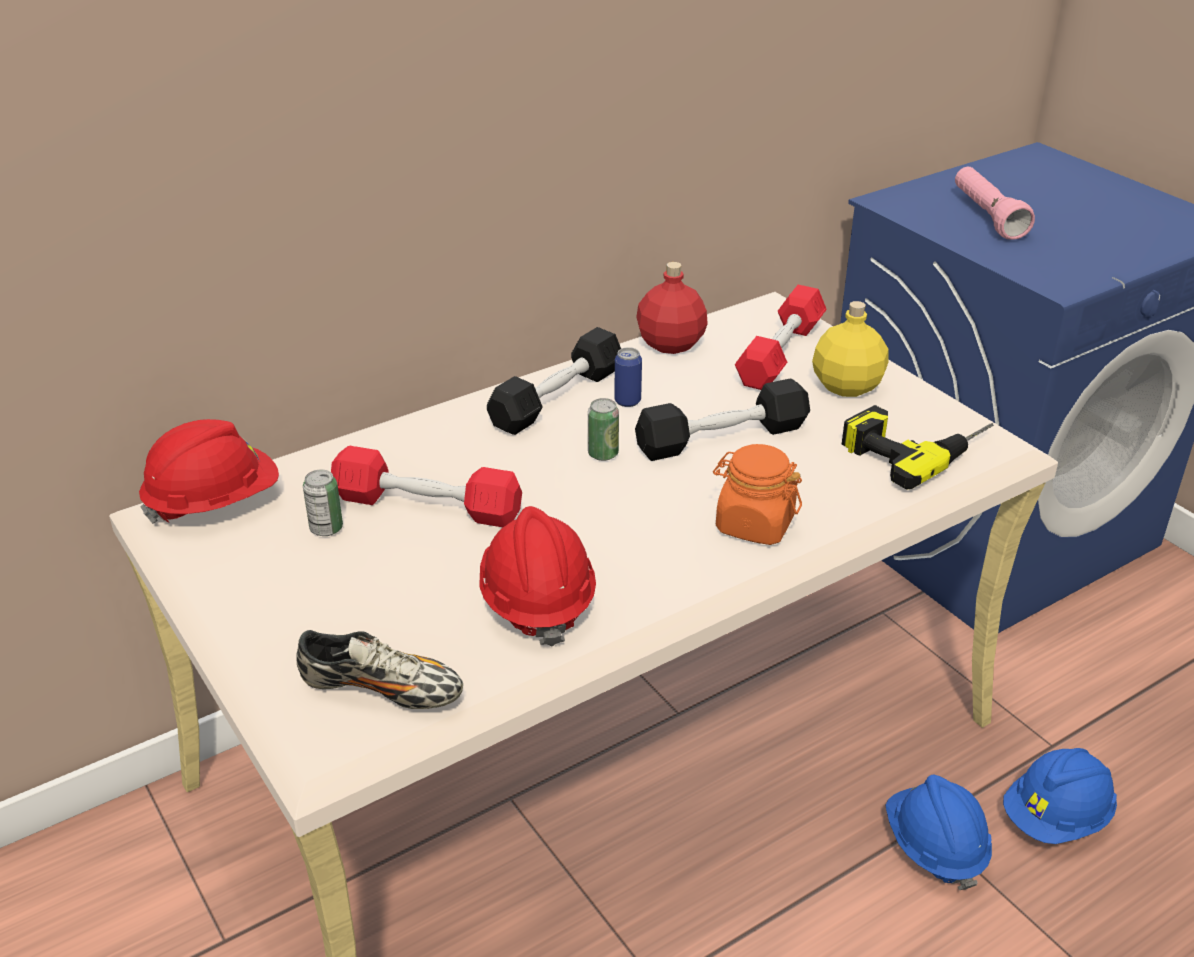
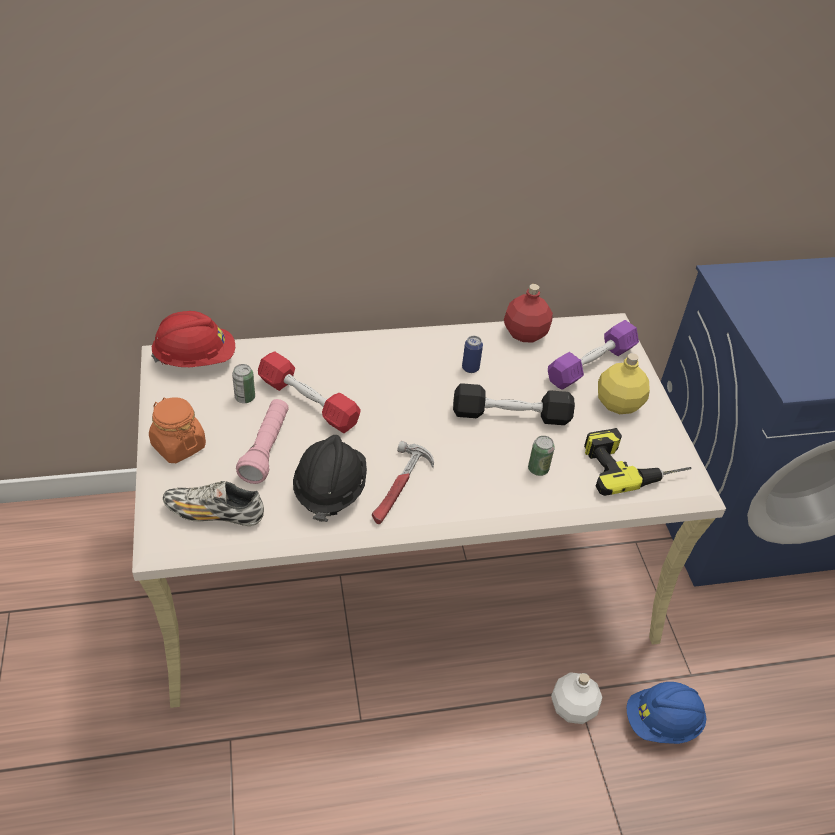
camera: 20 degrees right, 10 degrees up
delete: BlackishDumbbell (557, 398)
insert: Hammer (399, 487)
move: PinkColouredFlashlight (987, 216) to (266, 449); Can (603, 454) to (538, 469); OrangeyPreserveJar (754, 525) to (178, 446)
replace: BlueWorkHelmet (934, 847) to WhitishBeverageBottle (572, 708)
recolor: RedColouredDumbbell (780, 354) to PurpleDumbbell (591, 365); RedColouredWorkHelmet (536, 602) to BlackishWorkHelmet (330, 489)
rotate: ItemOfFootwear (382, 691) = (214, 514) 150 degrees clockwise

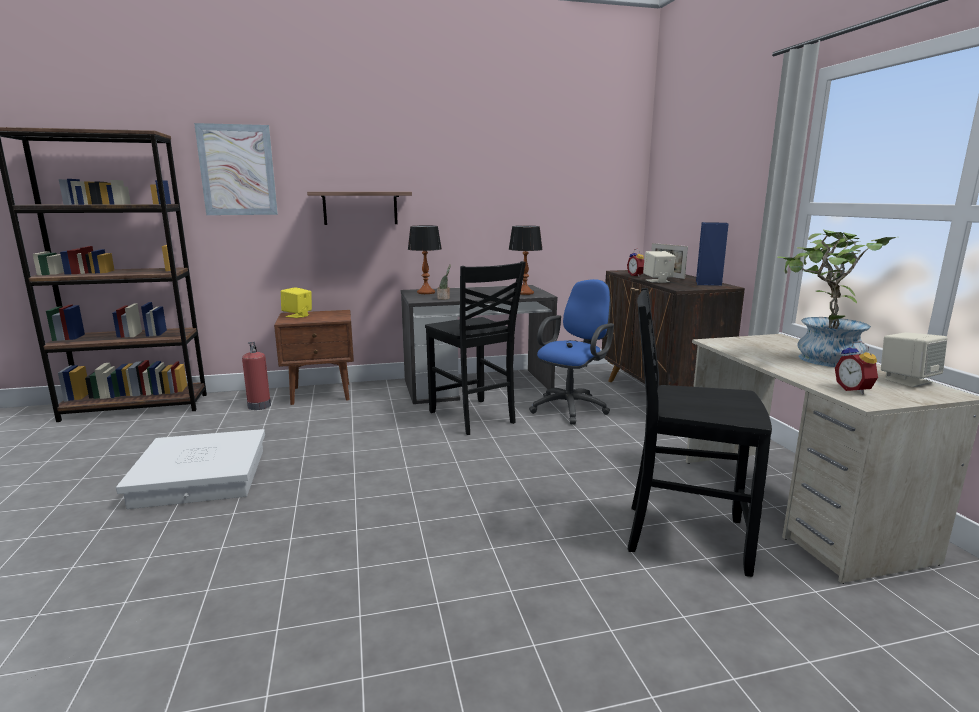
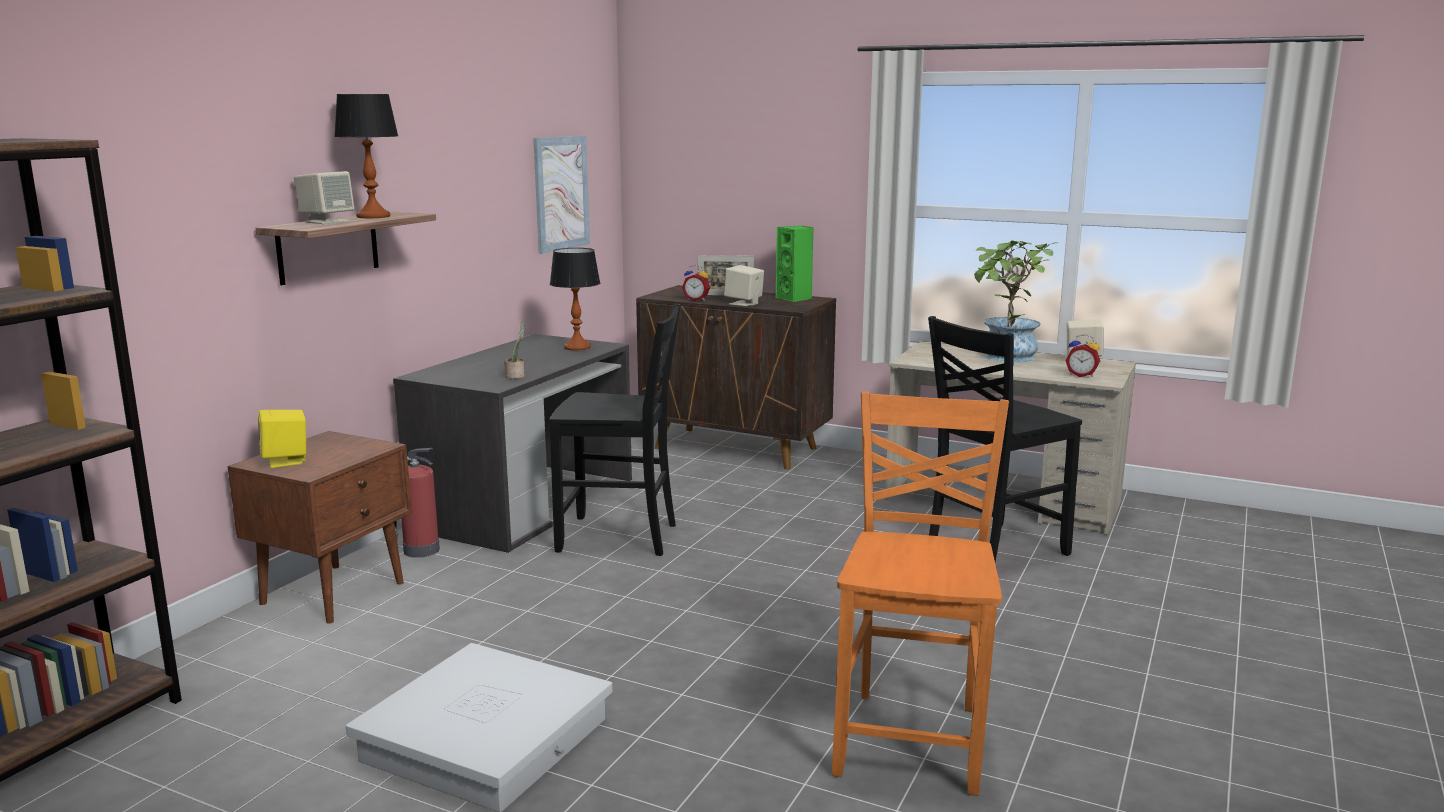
camera: 50 degrees left, 0 degrees up
delete: BlueOfficeChair (572, 408)
insert: BeigeSpeaker (326, 221); OrangeyChair (913, 739)
move: WallArt (237, 170) to (561, 193); TabletopLamp (426, 292) to (374, 216); Extinguisher (259, 405) to (420, 550)
recolor: BlueSpeaker (708, 283) to GreenSpeaker (795, 298)

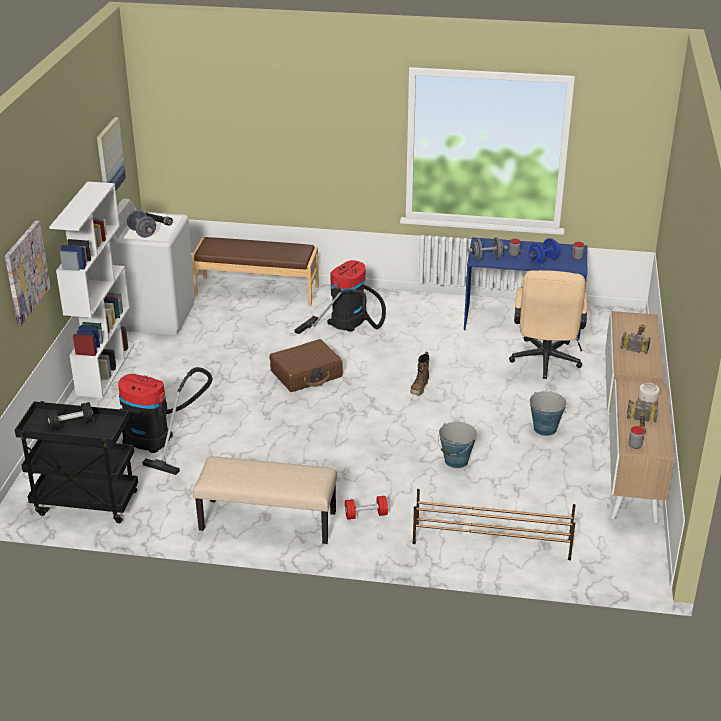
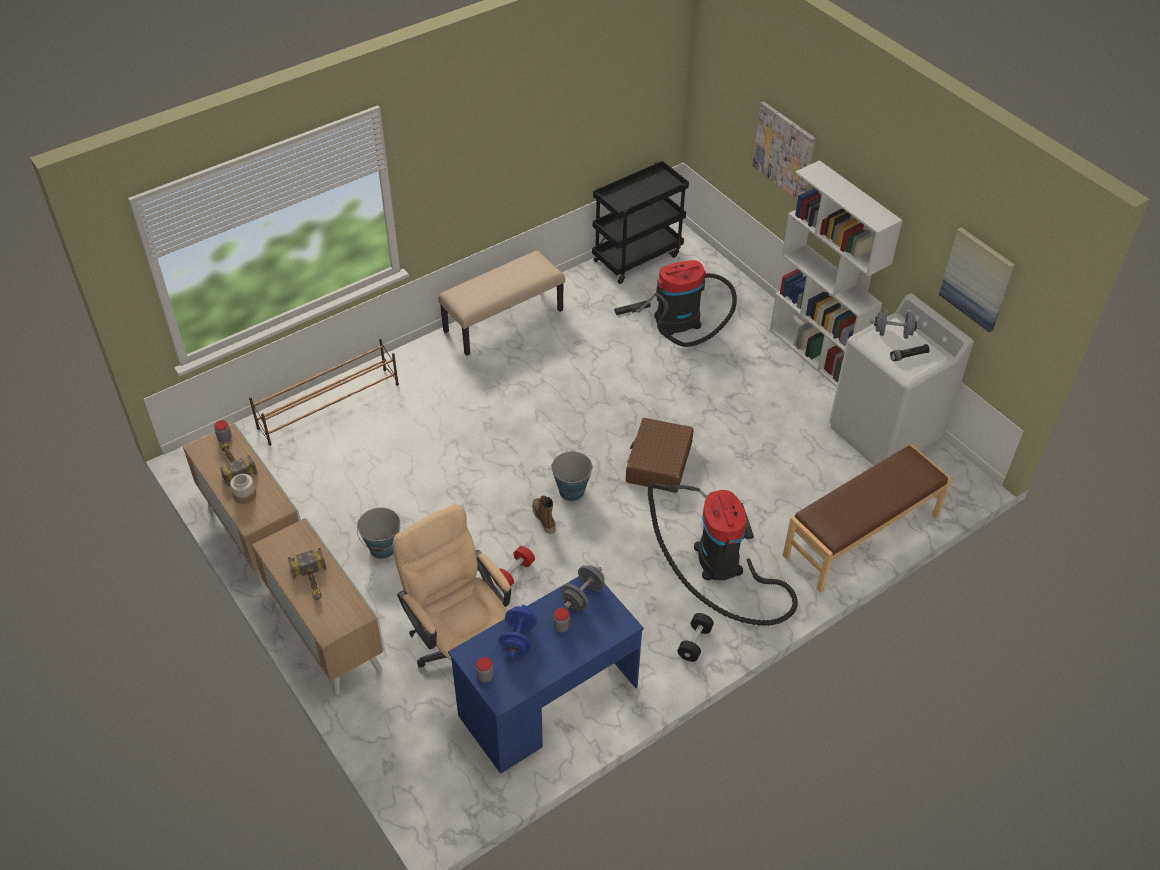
camera: 135 degrees right, 15 degrees up
move: BlackishDumbbell (71, 424) to (694, 643); Bucket (456, 461) to (571, 491); RedColouredDumbbell (366, 515) to (514, 573)

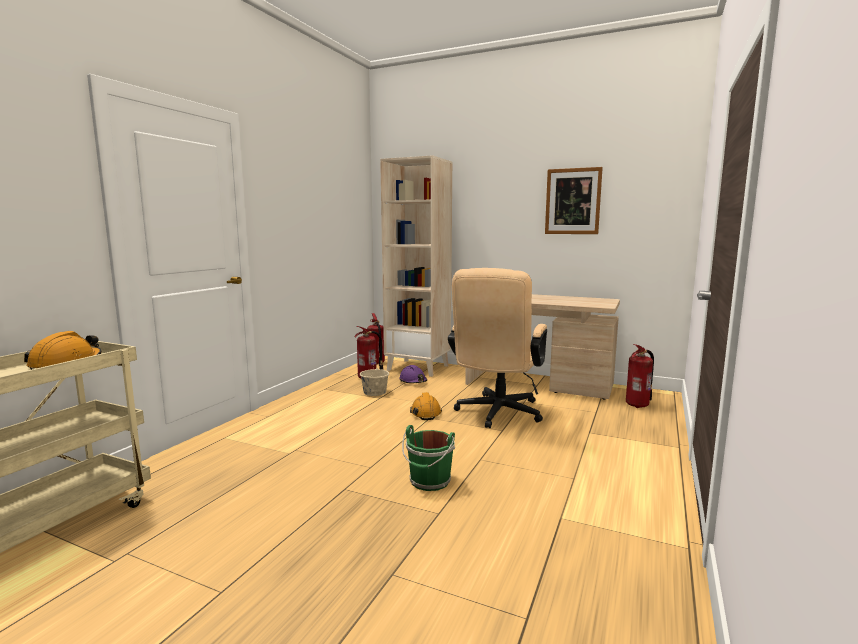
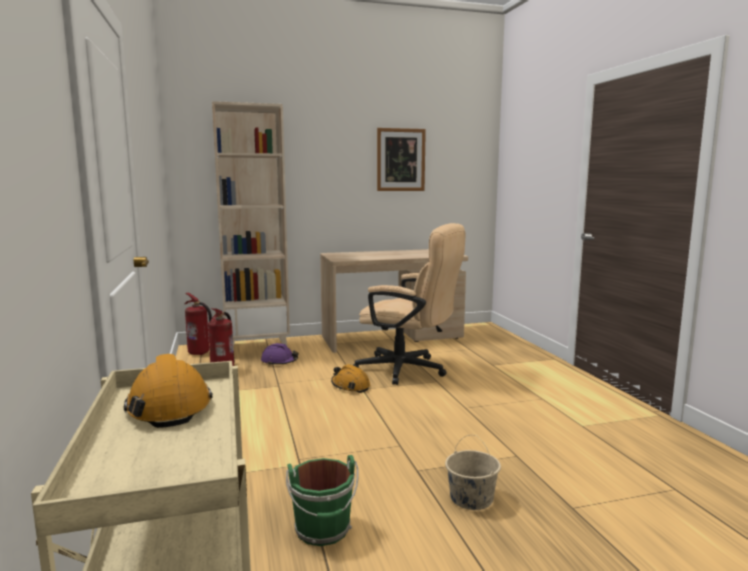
camera: 40 degrees left, 0 degrees up
delete: Extinguisher (638, 405)
move: BeigeBucket (375, 392) to (471, 498); GreenBucket (429, 482) to (323, 530)
rotate: BeigeOfficeChair (496, 414) = (408, 370) 45 degrees counterclockwise

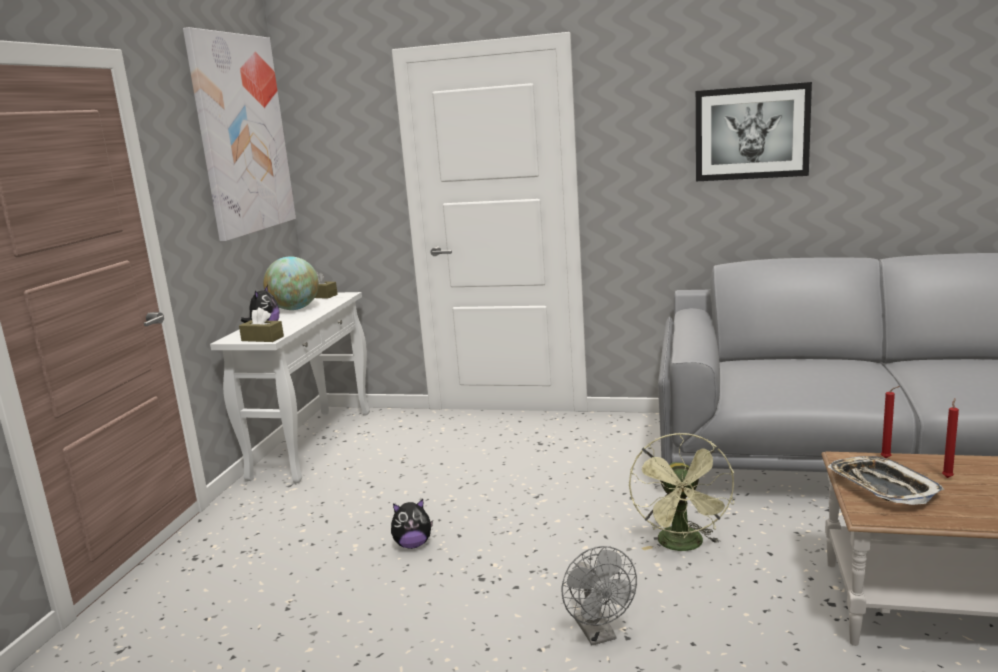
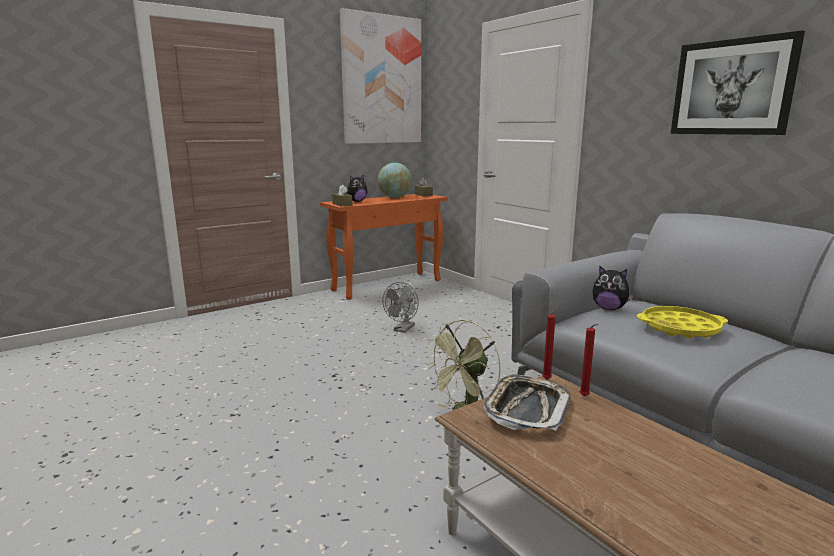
camera: 40 degrees right, 0 degrees up
insert: YellowishTray (680, 328)
move: RedColouredWaxCandle (947, 477) to (548, 379); CuddlyToy (413, 544) to (609, 308); GrayFan (599, 634) to (403, 329)
recolor: WhitishHallTable (313, 443) to OrangeyHallTable (388, 285)

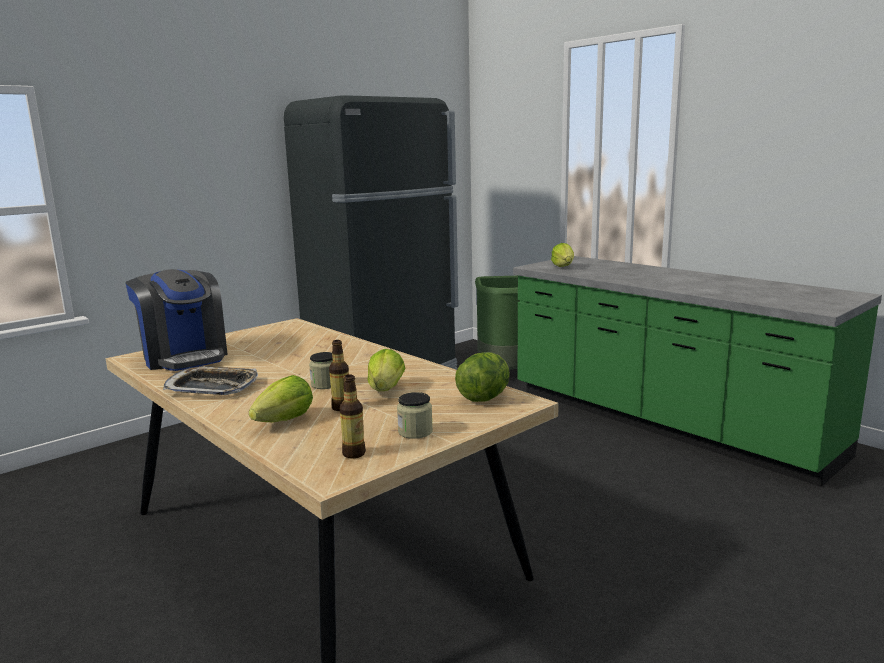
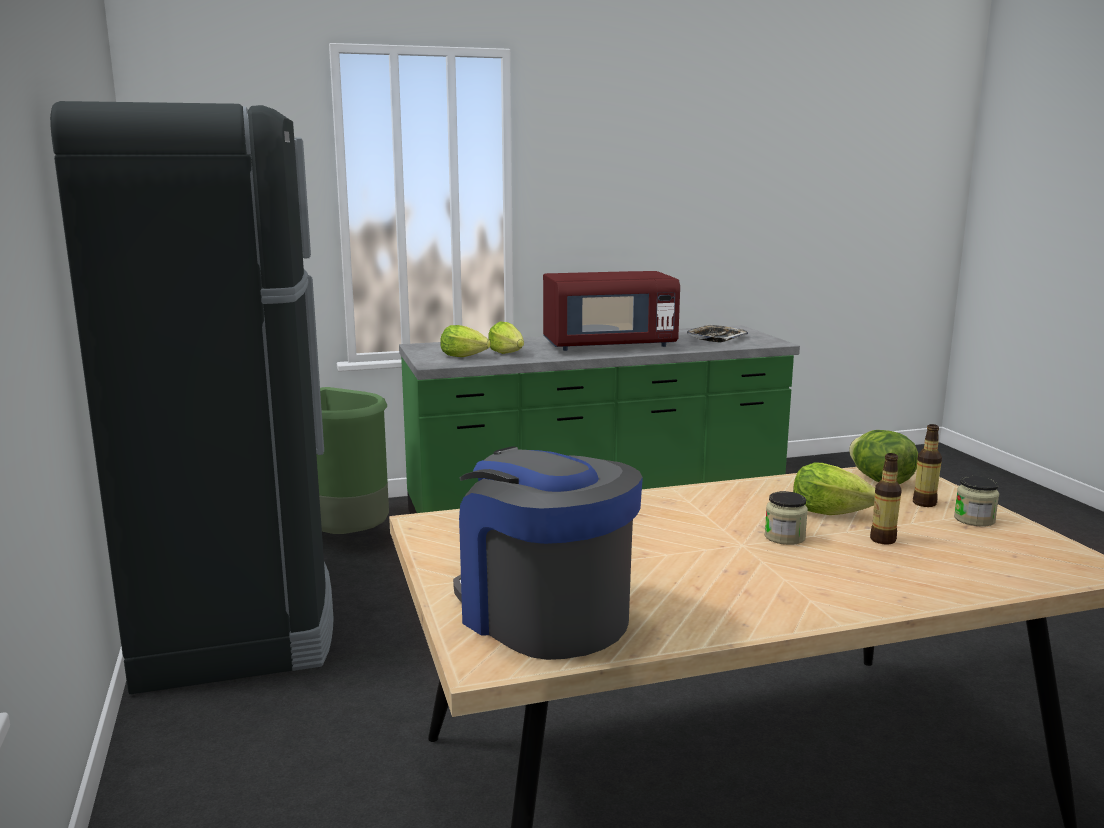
camera: 65 degrees left, 0 degrees up
insert: RedColouredKitchenMicrowave (609, 346)
move: Tray (212, 387) to (716, 338); BeverageBottle (354, 453) to (924, 503); Lettuce (285, 421) to (507, 353)
rotate: CoffeeBrewer (184, 357) = (543, 615) 120 degrees counterclockwise

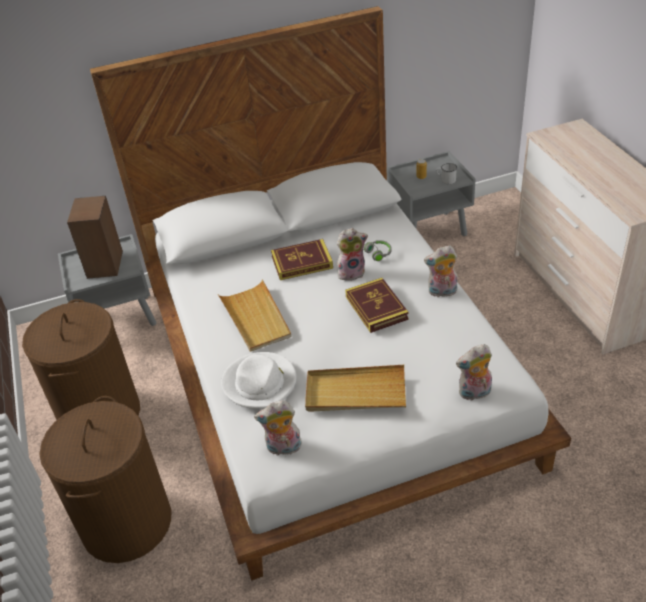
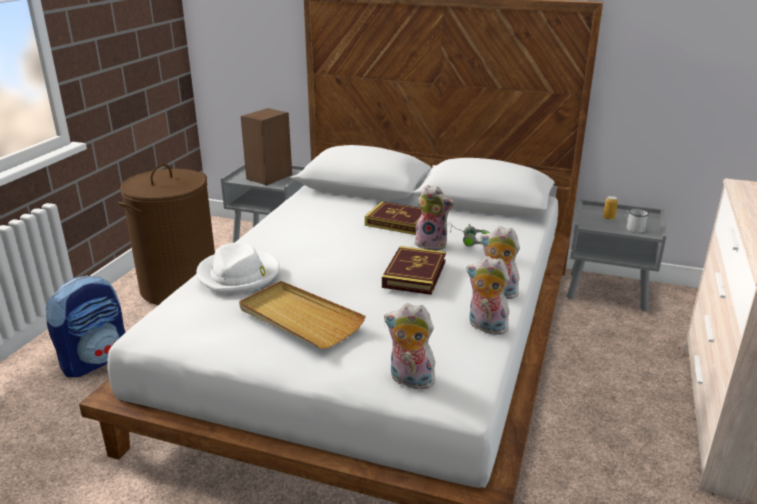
camera: 35 degrees right, 15 degrees down
delete: BeigeTray (255, 318)
move: CuddlyToy (283, 448) to (485, 327)
replace: BrownishLaundryBasket (126, 522) to Backpack (96, 360)

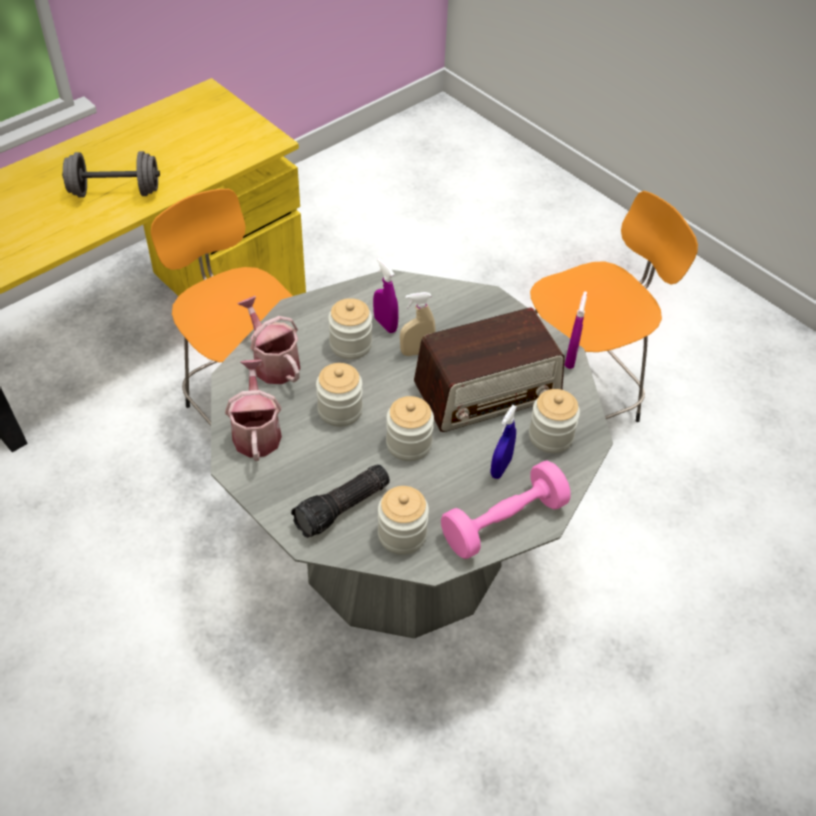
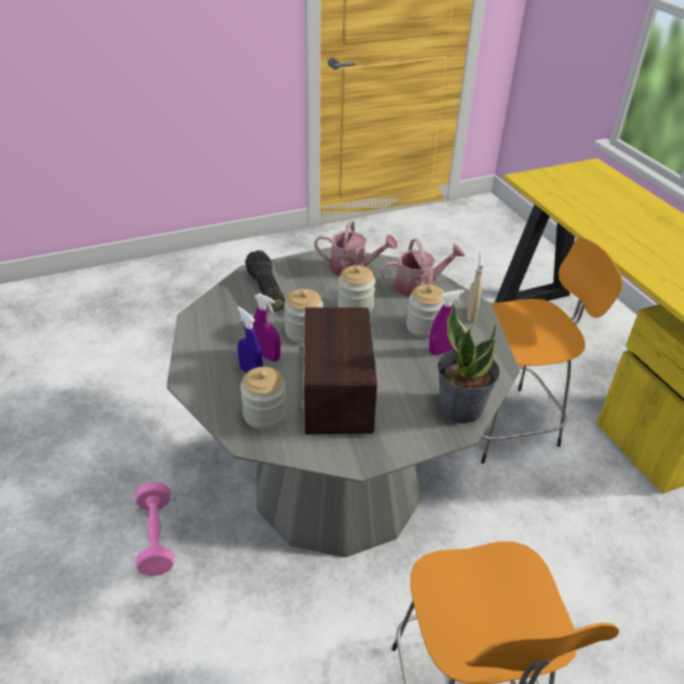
camera: 110 degrees right, 10 degrees down
delete: GrayDumbbell (115, 192); PreserveJar (402, 534)
insert: Houseplant (460, 407)
move: PurpleHandSprayer (570, 358) to (267, 356); BeigeHandSprayer (416, 352) to (471, 315); PinkColouredDumbbell (503, 522) to (156, 537)

